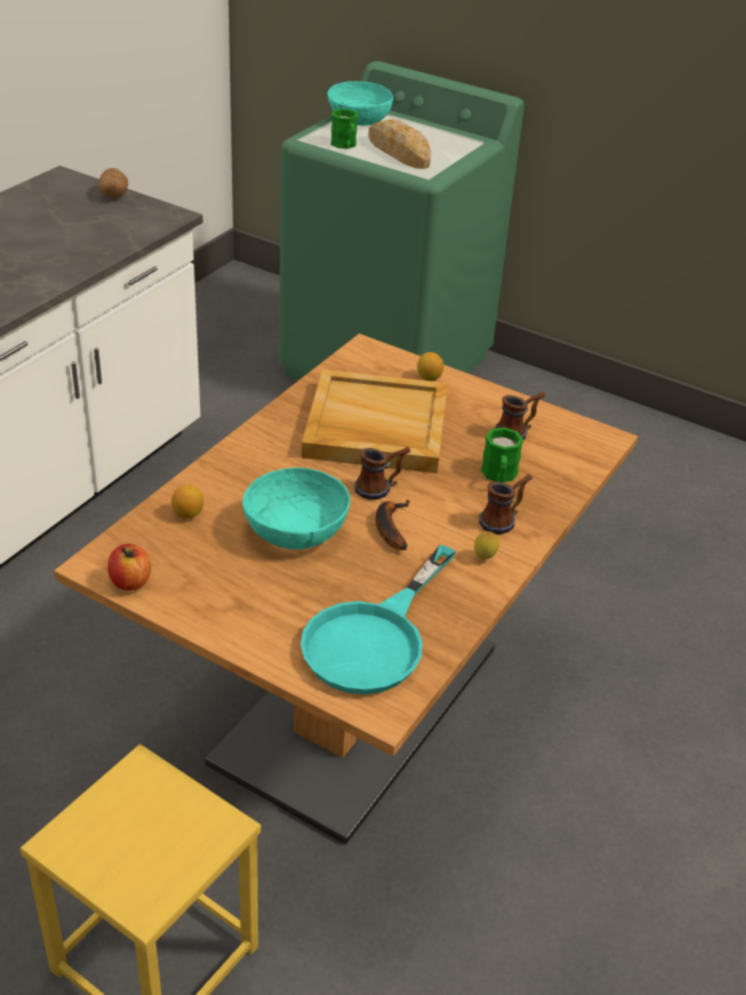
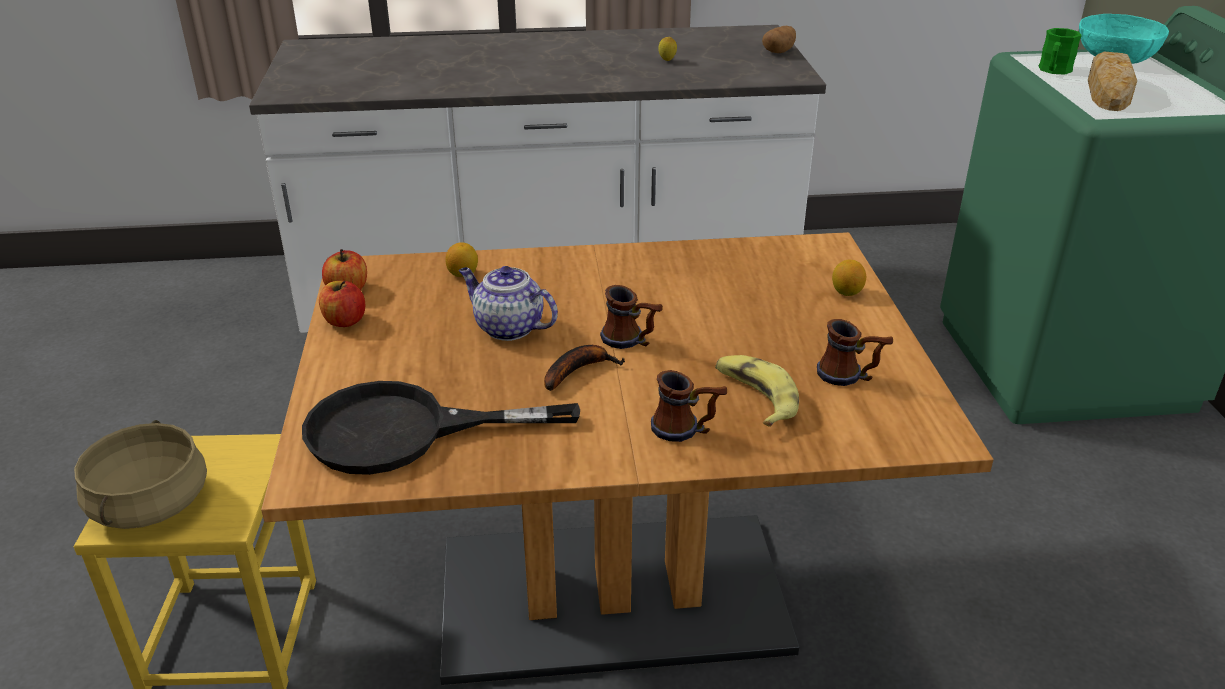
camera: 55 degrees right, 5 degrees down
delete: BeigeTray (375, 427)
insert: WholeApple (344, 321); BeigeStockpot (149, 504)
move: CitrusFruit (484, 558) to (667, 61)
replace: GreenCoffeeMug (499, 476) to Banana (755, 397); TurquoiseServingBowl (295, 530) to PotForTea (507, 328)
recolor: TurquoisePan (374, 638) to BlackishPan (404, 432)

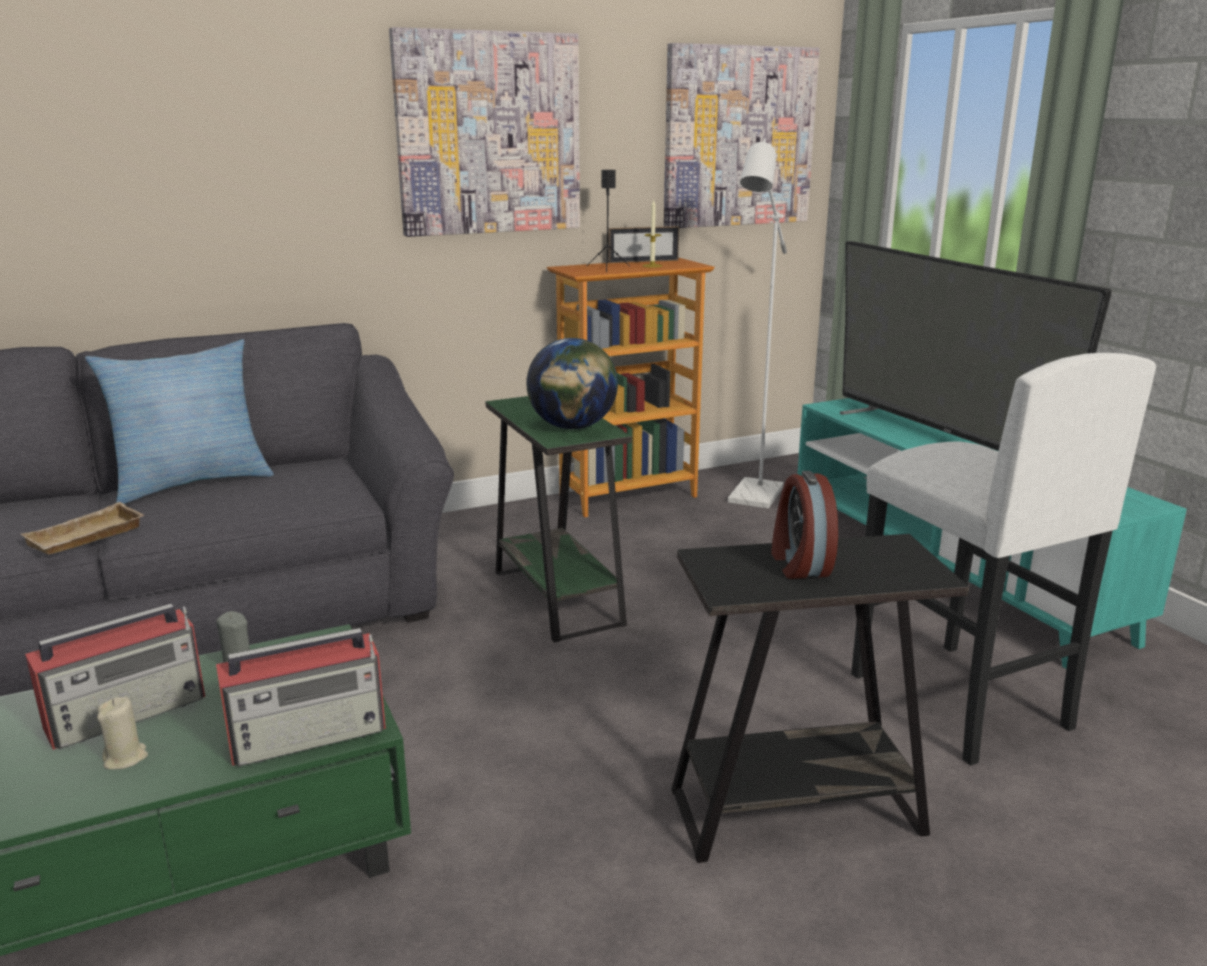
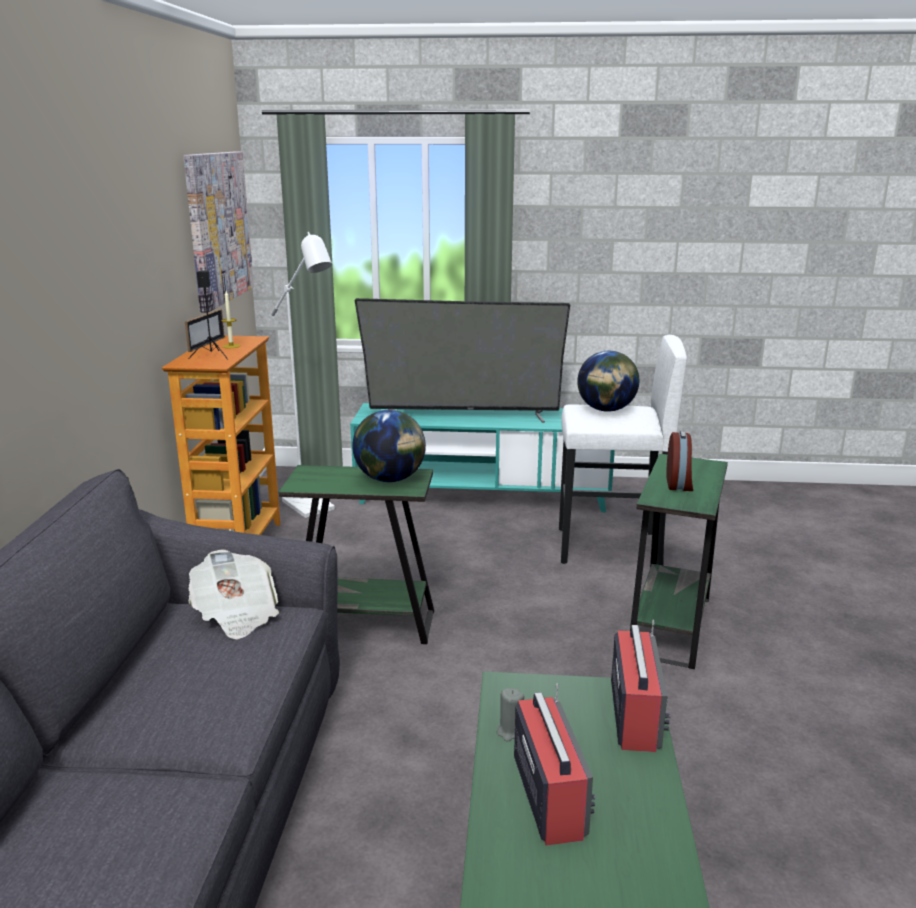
camera: 60 degrees left, 0 degrees up
delete: WallArt (489, 134); ThrowPillow (192, 482); BeigeTray (86, 538); BeigeWaxCandle (125, 758)
insert: Globe (606, 410); Newspaper (236, 614)
recolor: BlackishSideTable (796, 812) to GreenSideTable (670, 626)
rotate: AlarmClock (799, 564) = (679, 483) 105 degrees counterclockwise

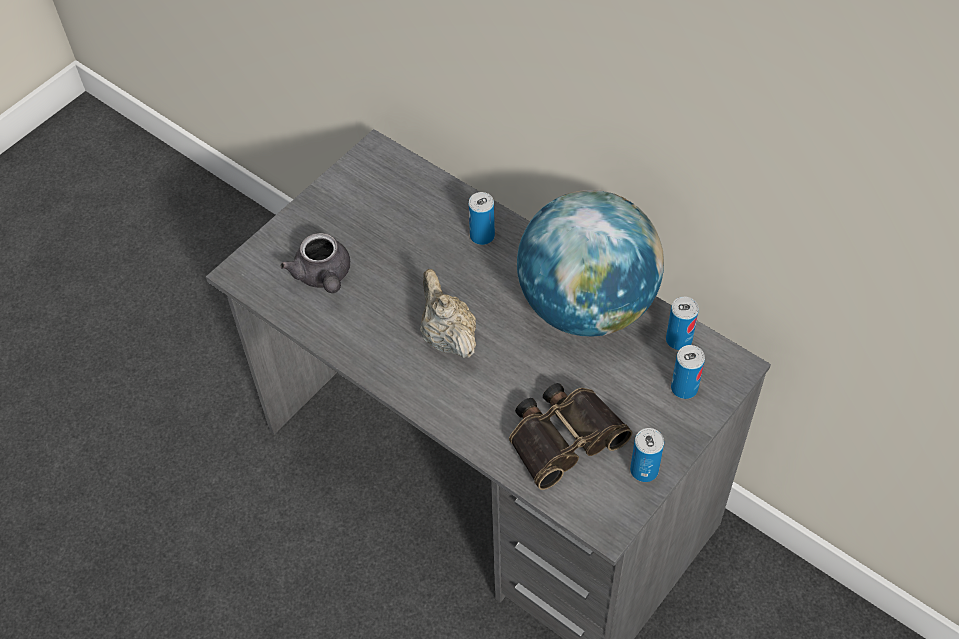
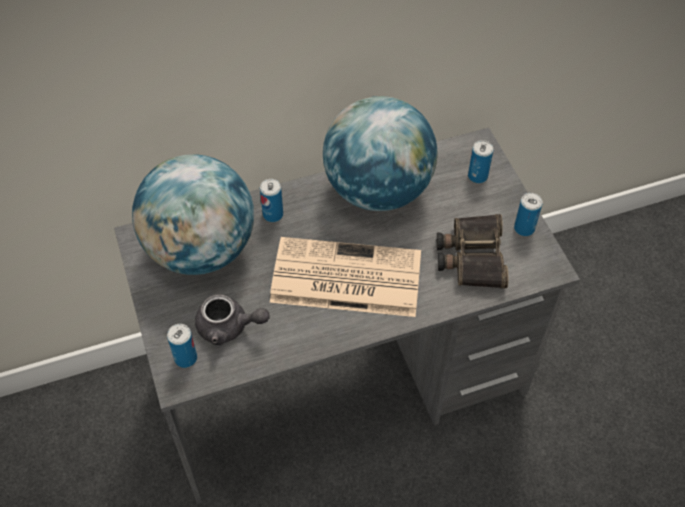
camera: 60 degrees left, 0 degrees up
insert: Globe (200, 249)
move: Can (678, 340) to (186, 358)
replace: BeigePotForTea (447, 336) to Newspaper (344, 278)

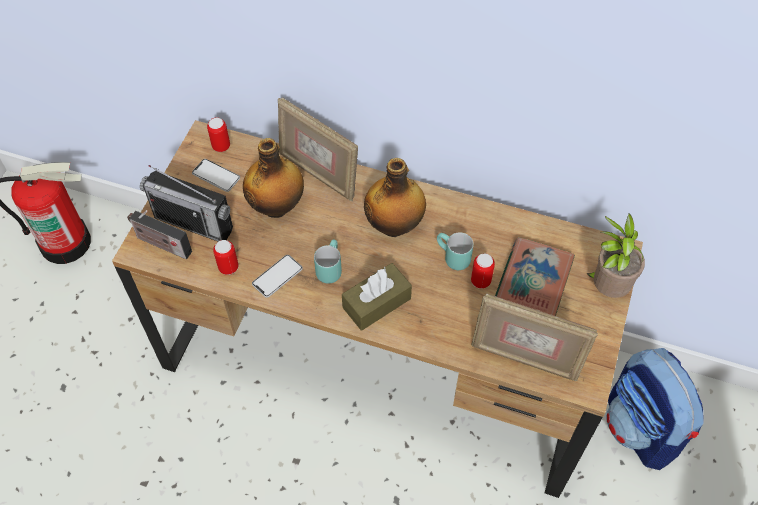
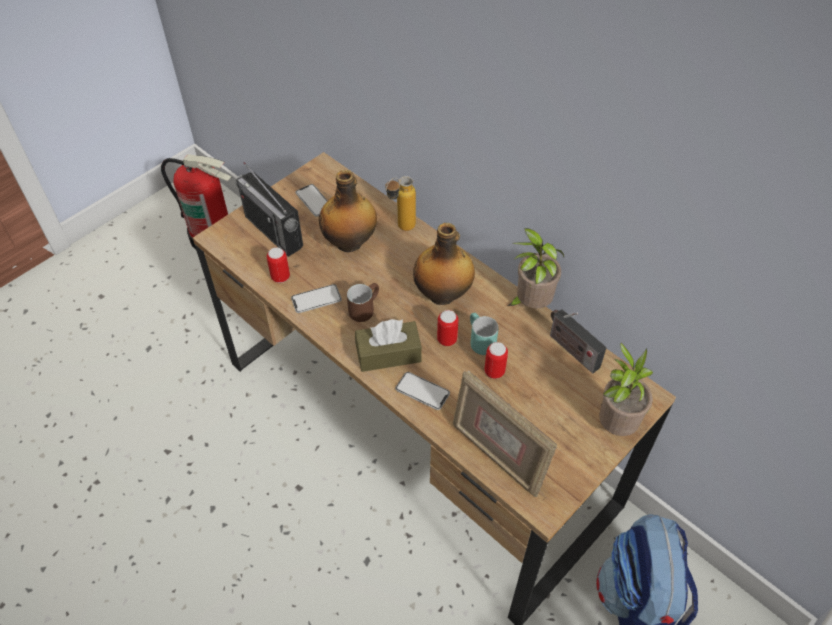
camera: 25 degrees right, 5 degrees down
delete: BoundBook (532, 285)
insert: Houseplant (530, 304); Telephone (422, 391)
move: Can (221, 146) to (447, 339); RadioSet (161, 244) to (571, 350)
replace: StandingFrame (318, 174) to BeverageBottle (400, 228)
recolor: TurquoiseCoffeeMug (328, 268) to BrownishCoffeeMug (363, 308)

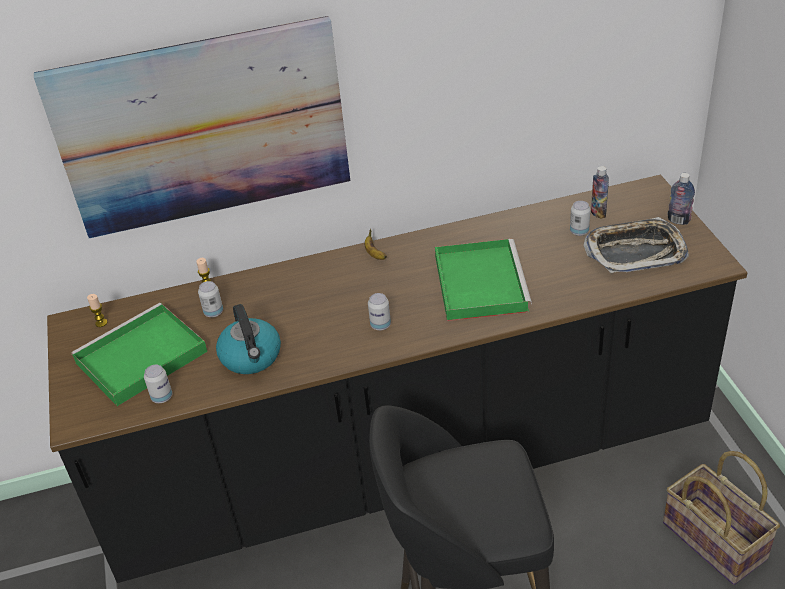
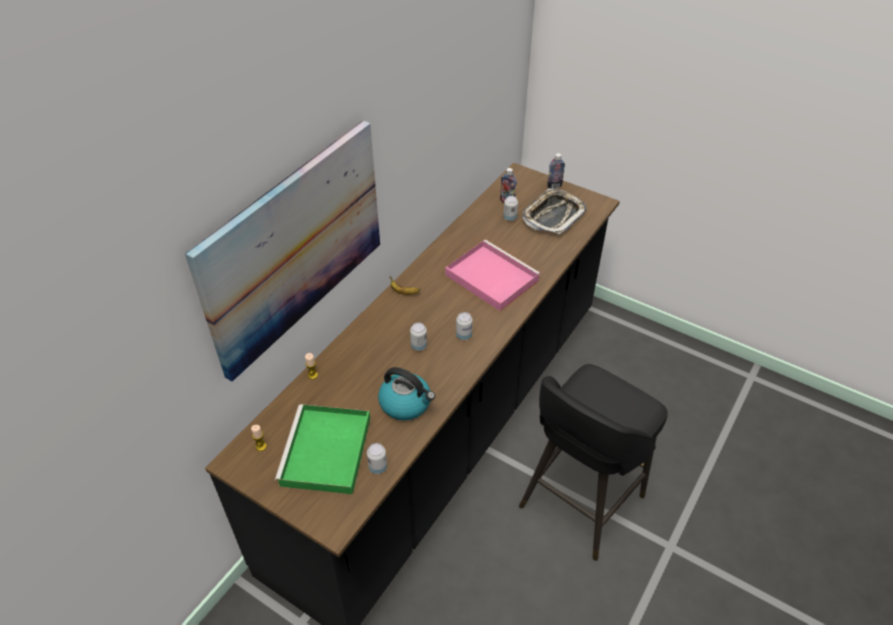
camera: 45 degrees left, 5 degrees up
delete: StorageBasket (715, 540)
move: Can (213, 312) to (419, 346)
recolor: GreenTray (479, 282) to PinkColouredTray (490, 277)

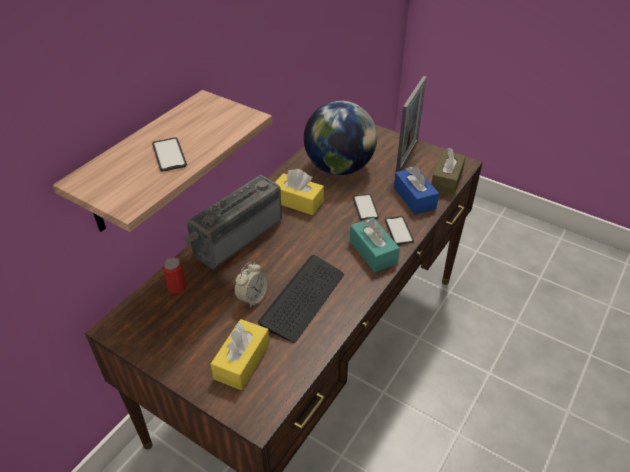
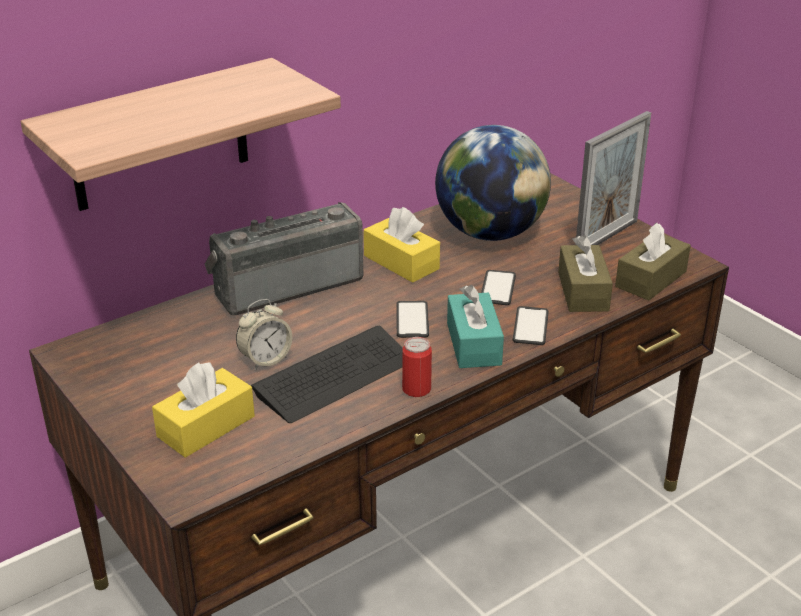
camera: 20 degrees right, 10 degrees down
move: Telephone (169, 155) to (412, 320); Can (177, 287) to (416, 389)
recolor: BlueTissueHolder (414, 198) to BrownishTissueHolder (583, 291)

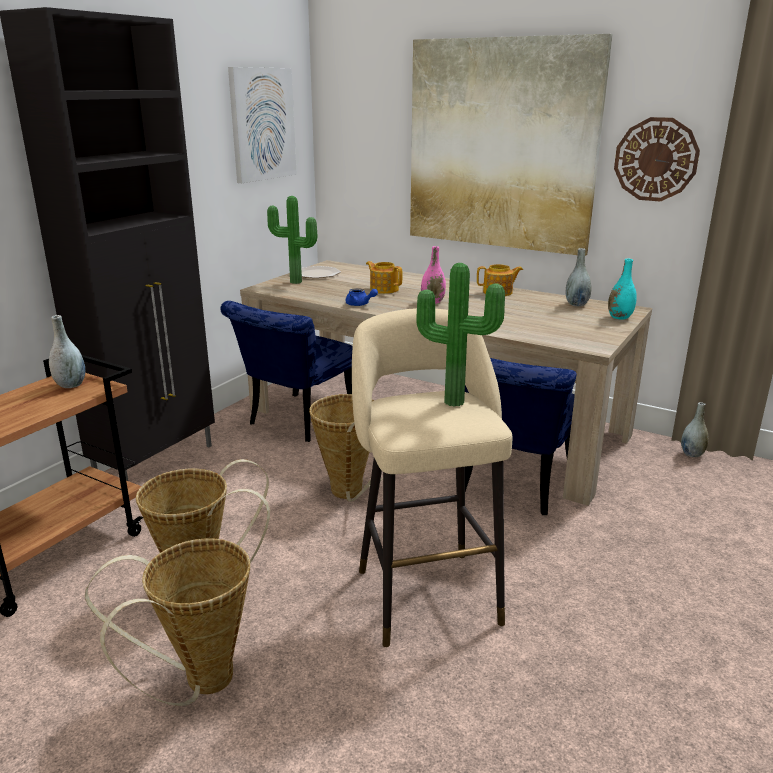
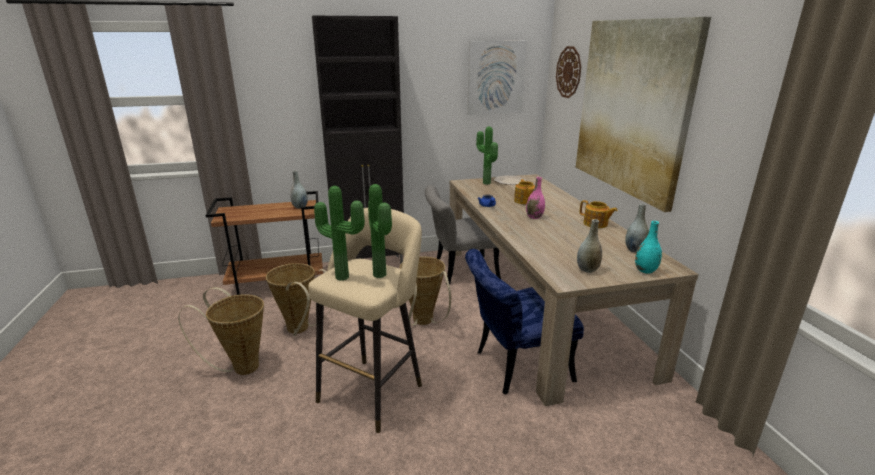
camera: 45 degrees right, 0 degrees up
insert: Houseplant (343, 276)
move: HangingClock (656, 159) to (568, 72); GrayVase (692, 454) to (587, 269)
recolor: BlueChair (296, 421) to GrayChair (460, 271)

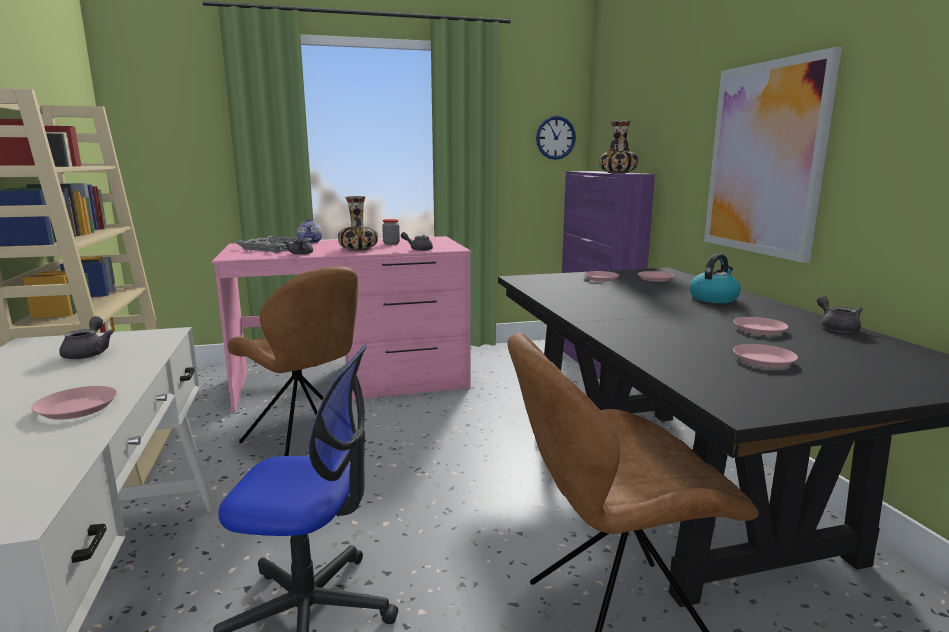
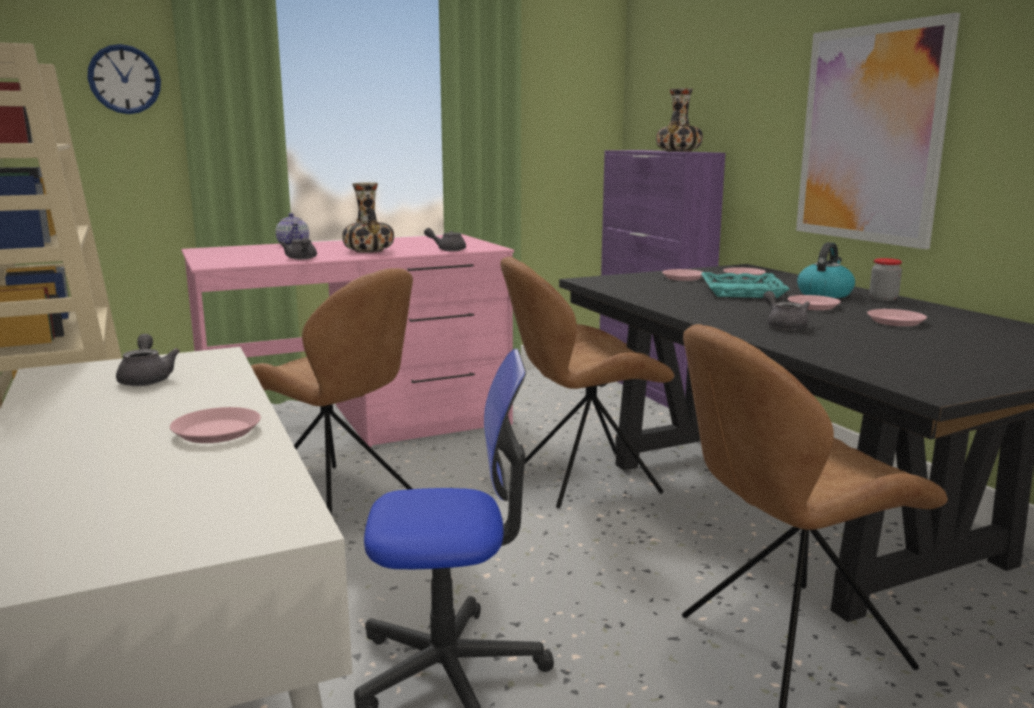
camera: 10 degrees left, 0 degrees up
delete: GrayTray (275, 247)
insert: BrownishChair (583, 479); TurquoiseTray (741, 291)
move: HangingClock (555, 138) to (124, 79); PreserveJar (391, 244) to (883, 299); GrayPotForTea (836, 327) to (784, 326); PinkColouredFlatDish (764, 360) to (813, 306)

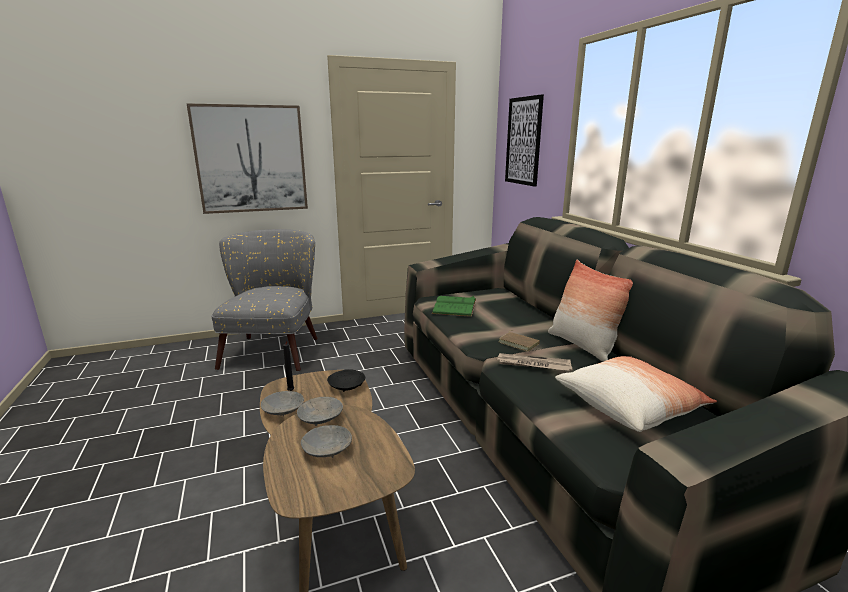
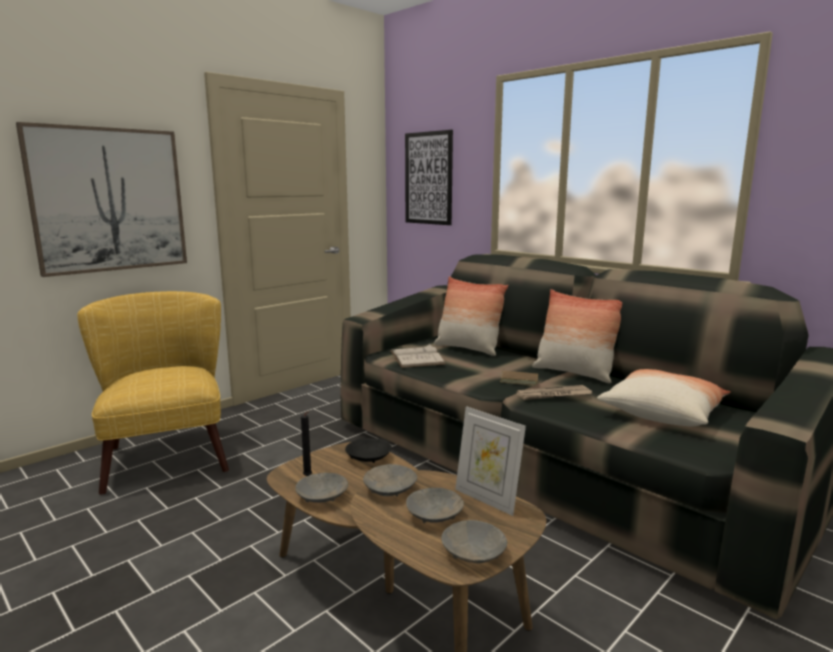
camera: 25 degrees left, 5 degrees down
insert: ThrowPillow (468, 348); StandingFrame (487, 499); GrayServingBowl (473, 553)
recolor: GrayArmchair (275, 348) to YellowishArmchair (167, 453); GreenBoundBook (454, 306) to WhitishBoundBook (416, 357)

